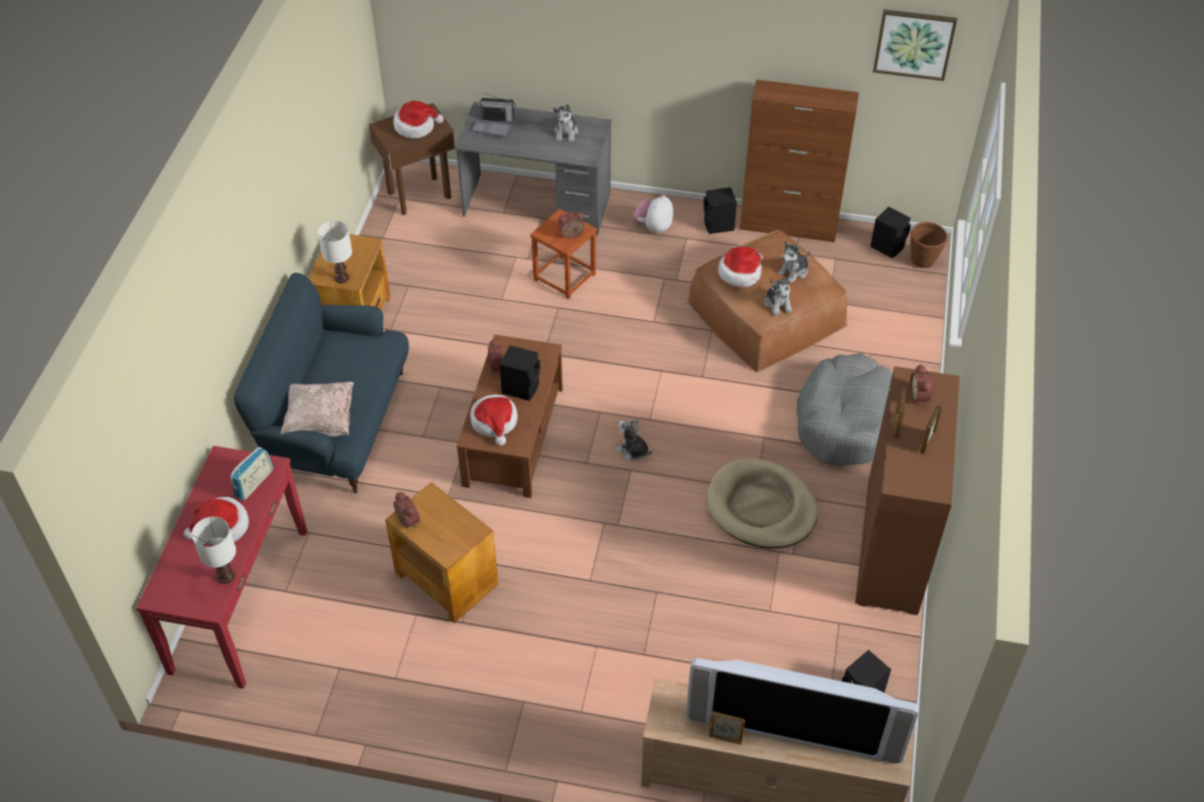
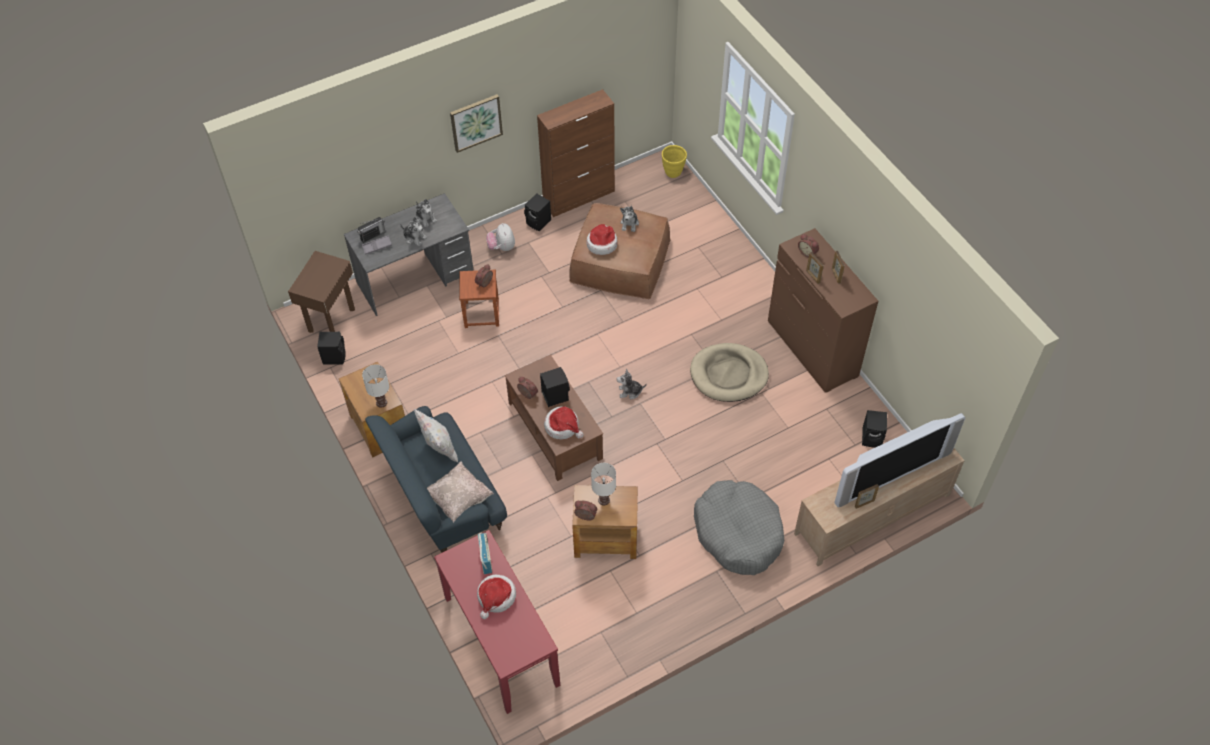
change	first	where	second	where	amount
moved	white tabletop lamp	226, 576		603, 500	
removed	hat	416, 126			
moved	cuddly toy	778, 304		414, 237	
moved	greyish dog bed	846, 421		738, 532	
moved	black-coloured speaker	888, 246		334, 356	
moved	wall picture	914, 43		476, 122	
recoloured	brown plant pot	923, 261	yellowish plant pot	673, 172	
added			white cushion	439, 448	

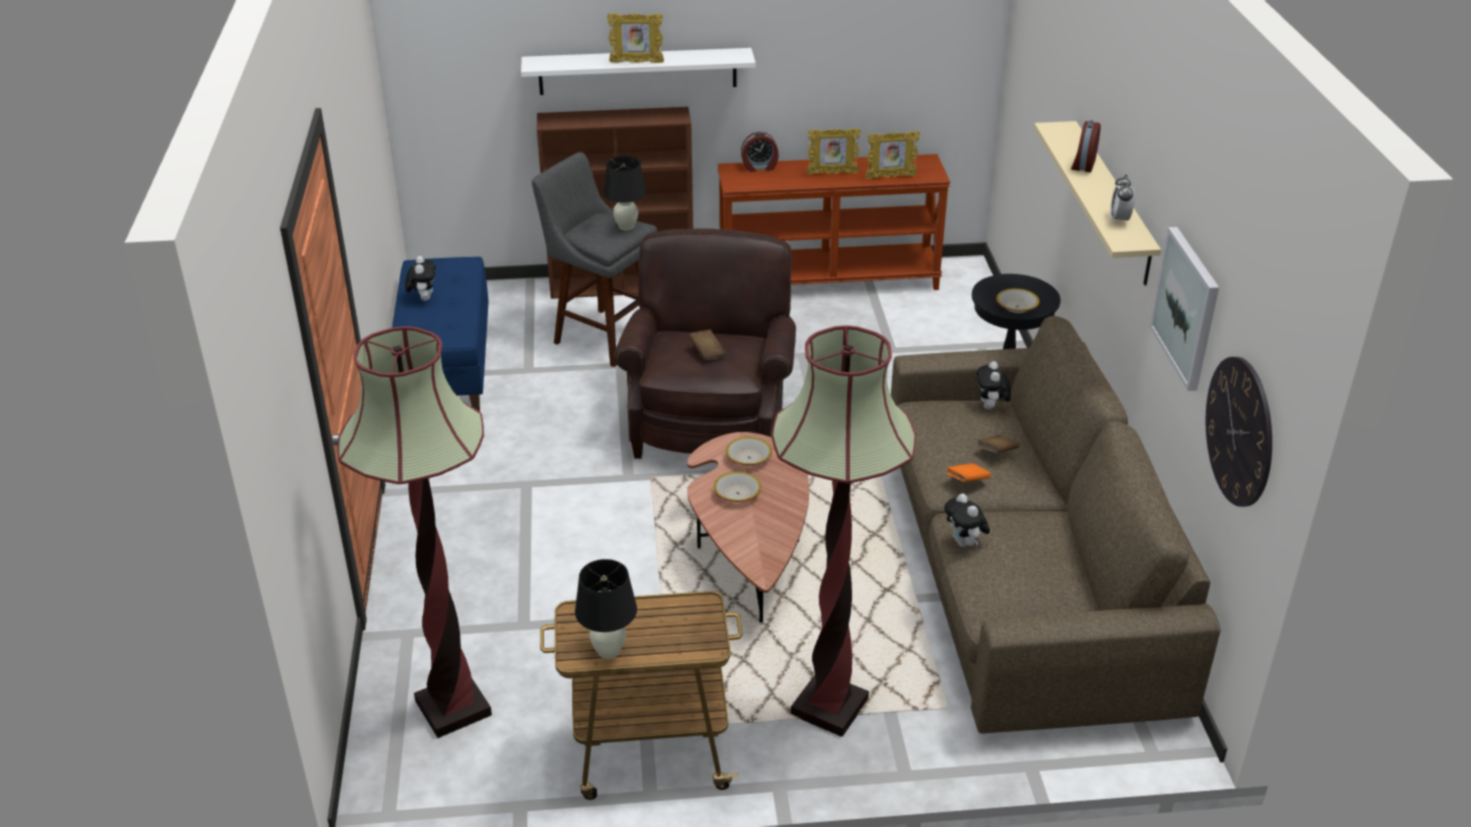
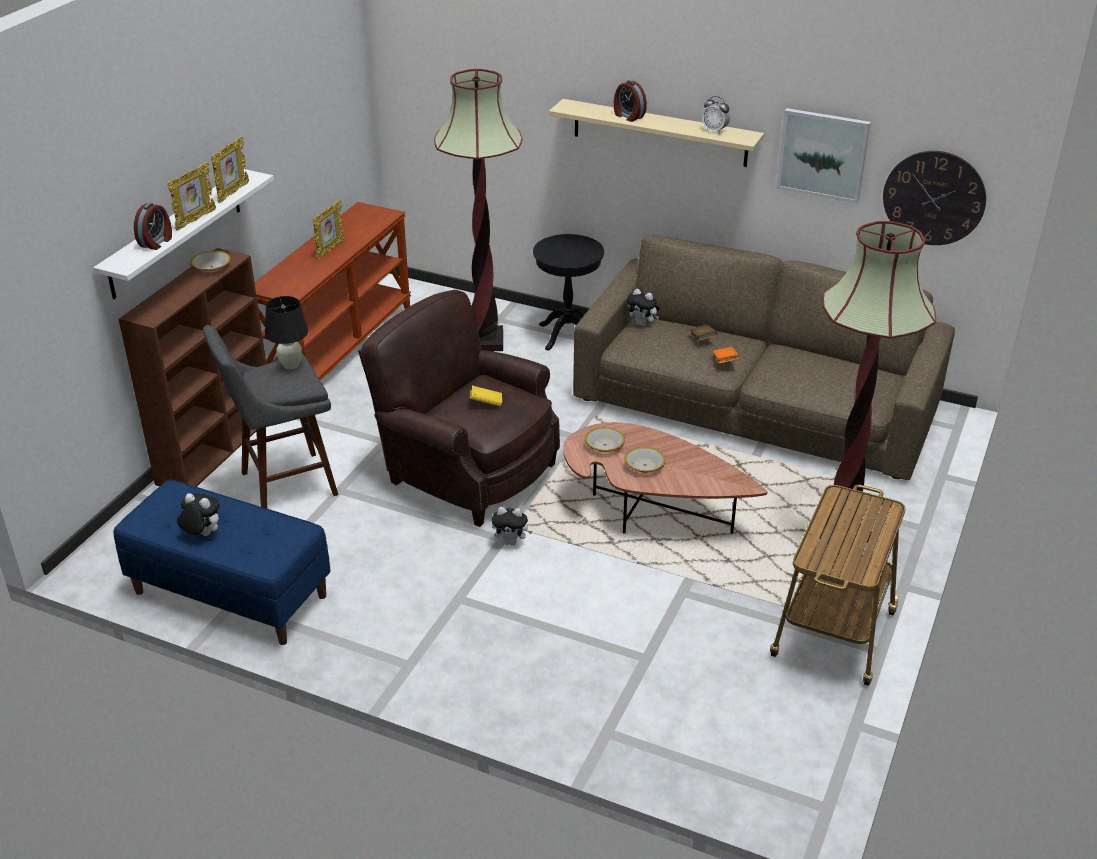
change	first	where	second	where	amount
moved	standard lamp	453, 708		484, 341	
removed	black-coloured tabletop lamp	608, 651			
recoloured	brown book	707, 353	yellowish book	486, 403	
moved	alarm clock	759, 167		156, 242	
moved	picture frame	890, 177		233, 193	
moved	cuddly toy	964, 543		511, 542	
moved	serving bowl	1017, 307		211, 267	

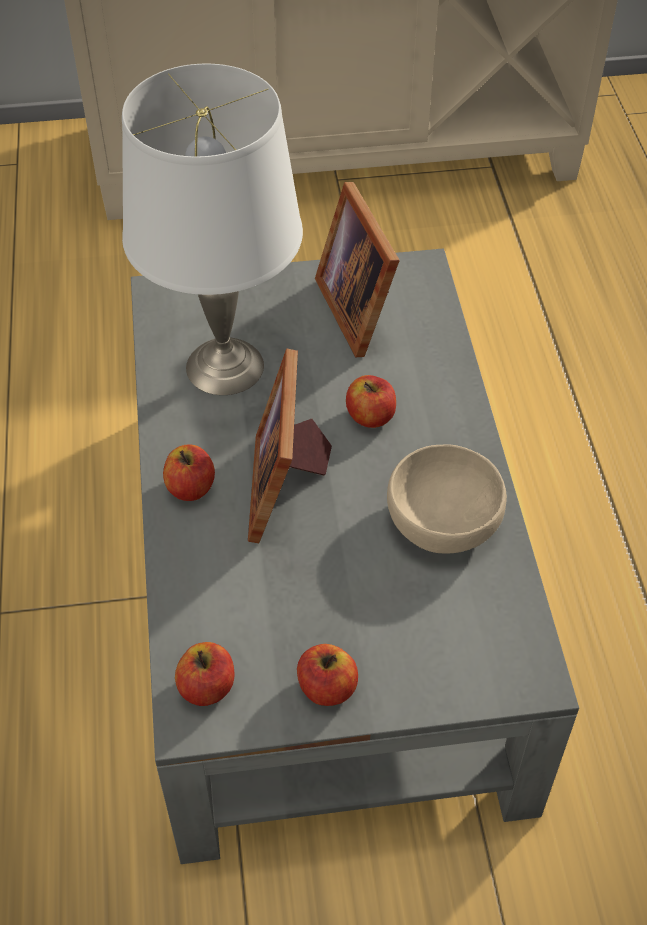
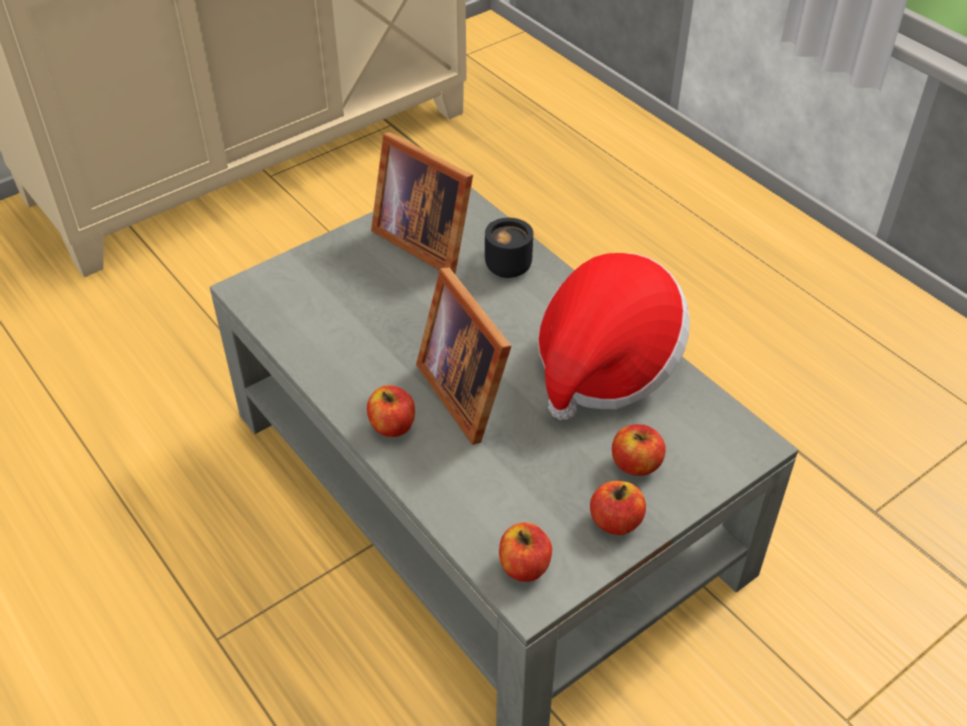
change	first	where	second	where	amount
removed	white tabletop lamp	224, 365			
moved	apple	370, 416		636, 464	
replaced	beige-coloured serving bowl	441, 520	hat	605, 366	
added			black-coloured mug	504, 264	

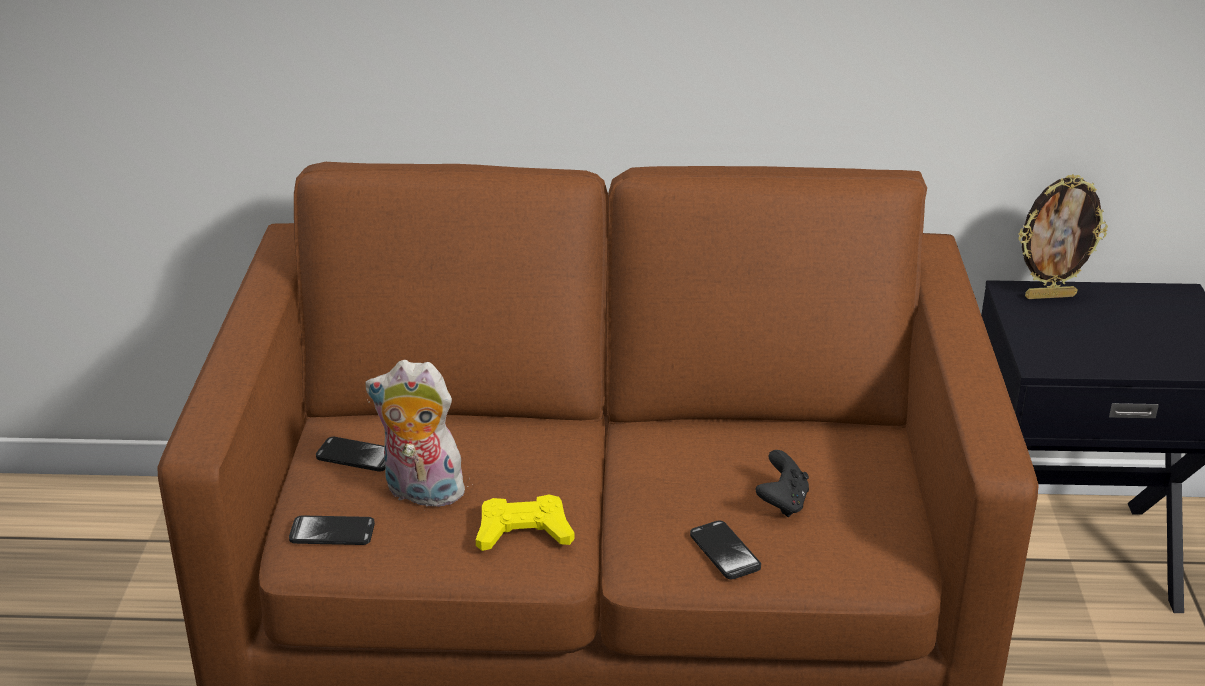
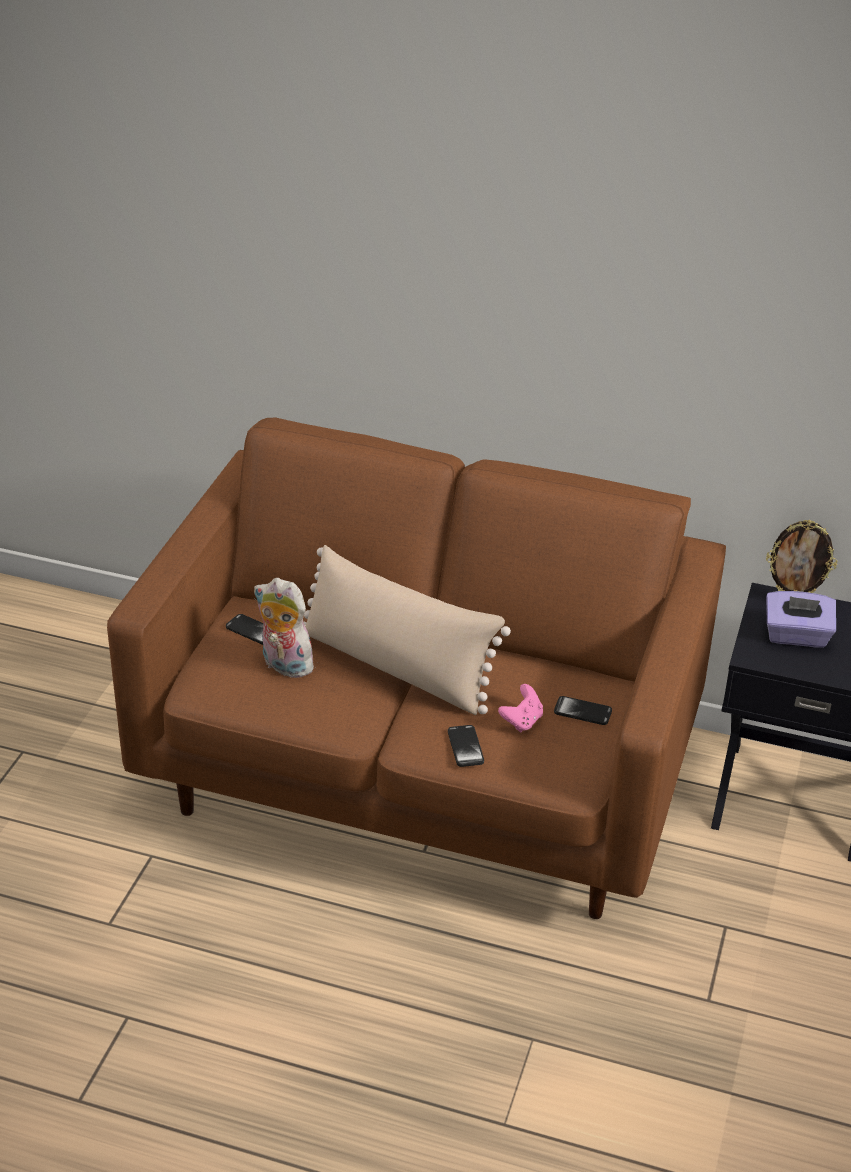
change	first	where	second	where	amount
moved	telephone	332, 532		582, 712	
removed	yellowish joypad	523, 532			
recoloured	black-coloured joypad	782, 502	pinkish joypad	522, 721	
added			beige-coloured cushion	396, 667	
added			purple-coloured tissue holder	796, 636	

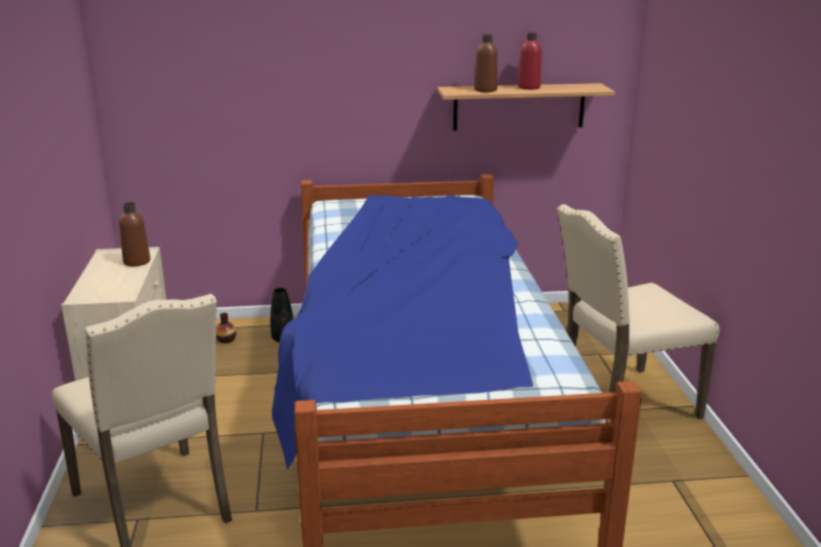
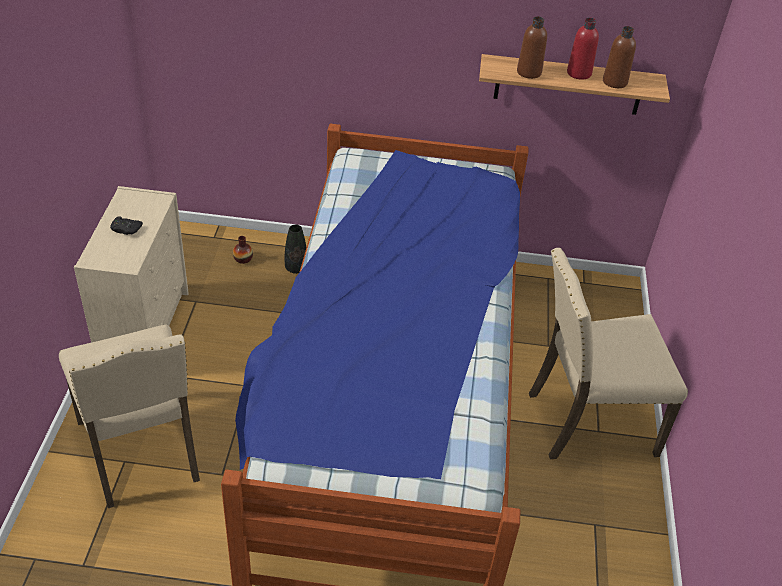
change	first	where	second	where	amount
moved	brown beverage bottle	137, 262		614, 82	
added			black-coloured joypad	126, 229	

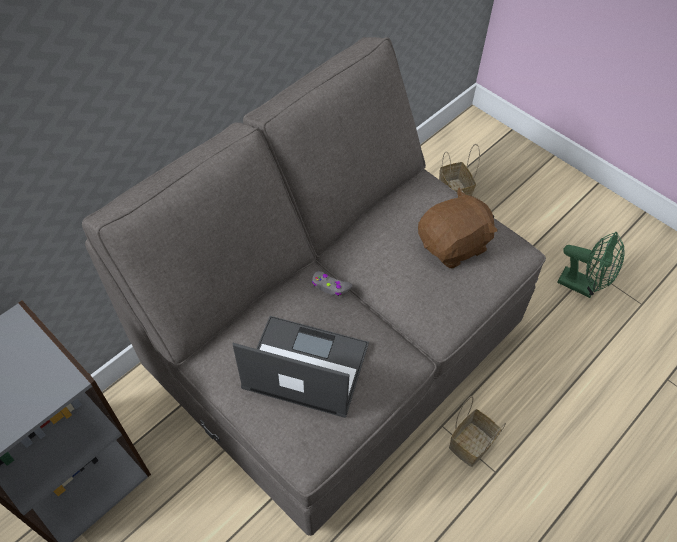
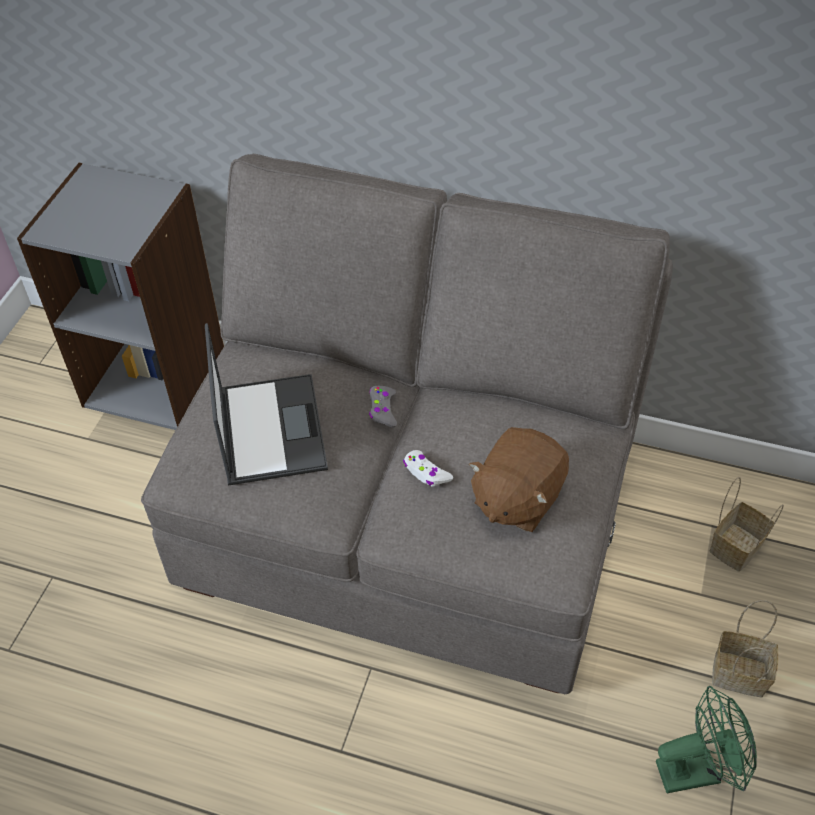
change	first	where	second	where	amount
turned	brown cuddly toy	453, 245		516, 498	90 degrees clockwise
moved	storage basket	471, 442		741, 673	
turned	green-coloured electric fan	583, 286		697, 770	105 degrees counterclockwise
added			white joypad	426, 473	

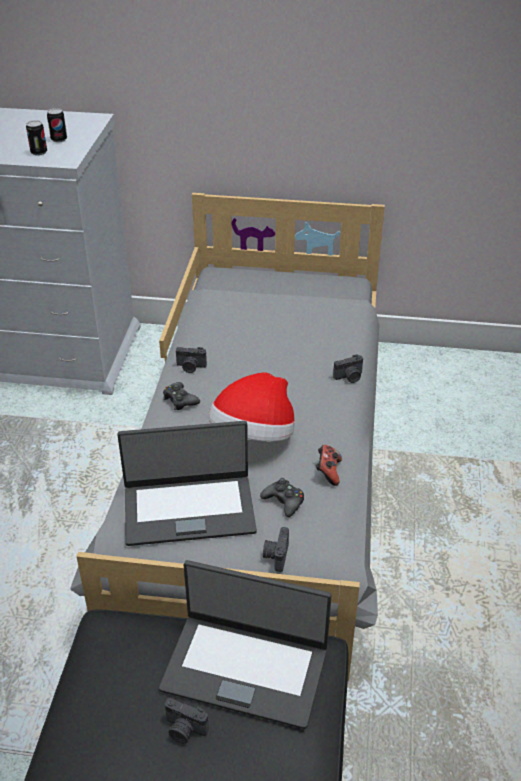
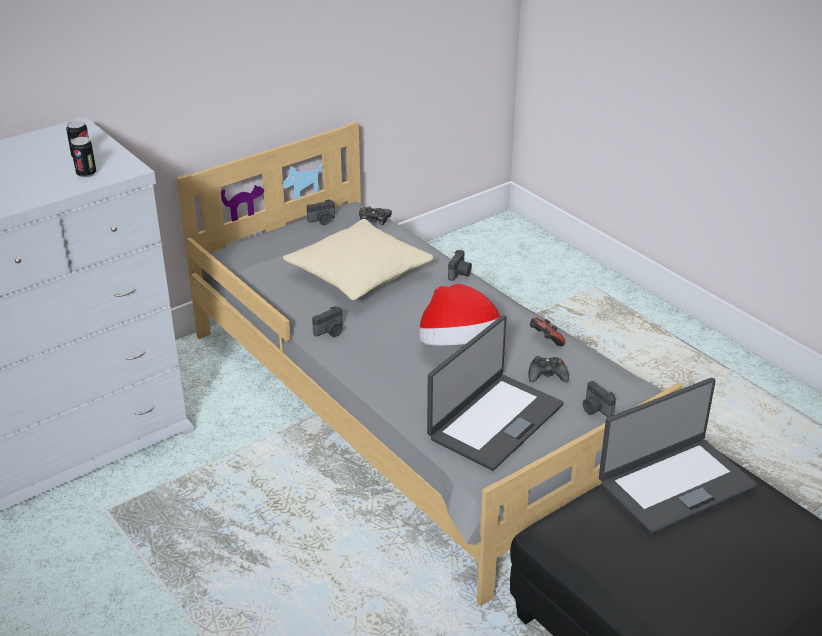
change	first	where	second	where	amount
moved	black-coloured joypad	180, 400		374, 219	
moved	still camera	184, 730		322, 220	
added			beige-coloured cushion	359, 274	

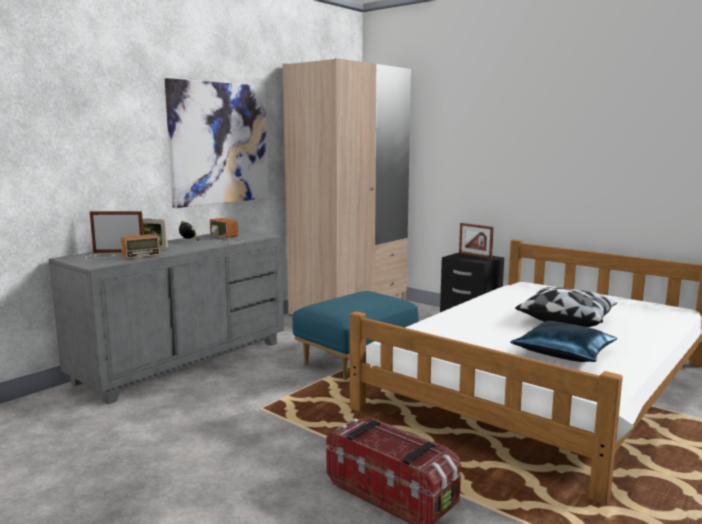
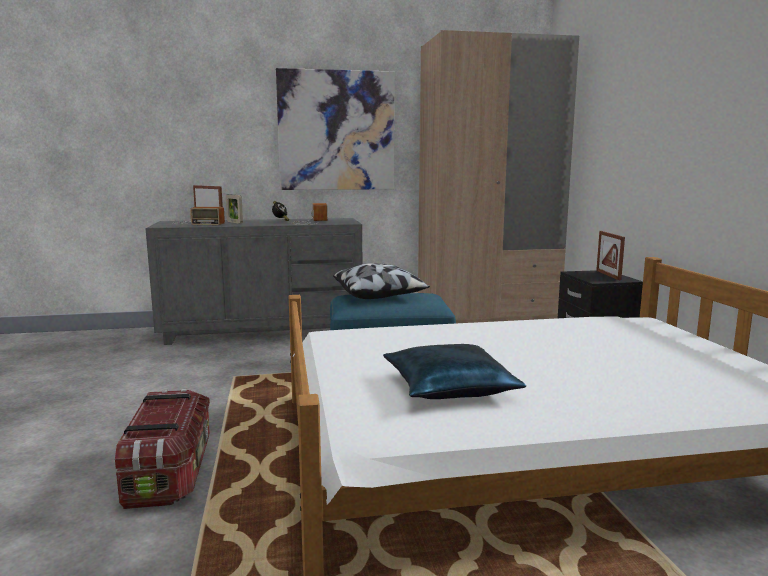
change	first	where	second	where	amount
moved	cushion	566, 320		380, 296	

